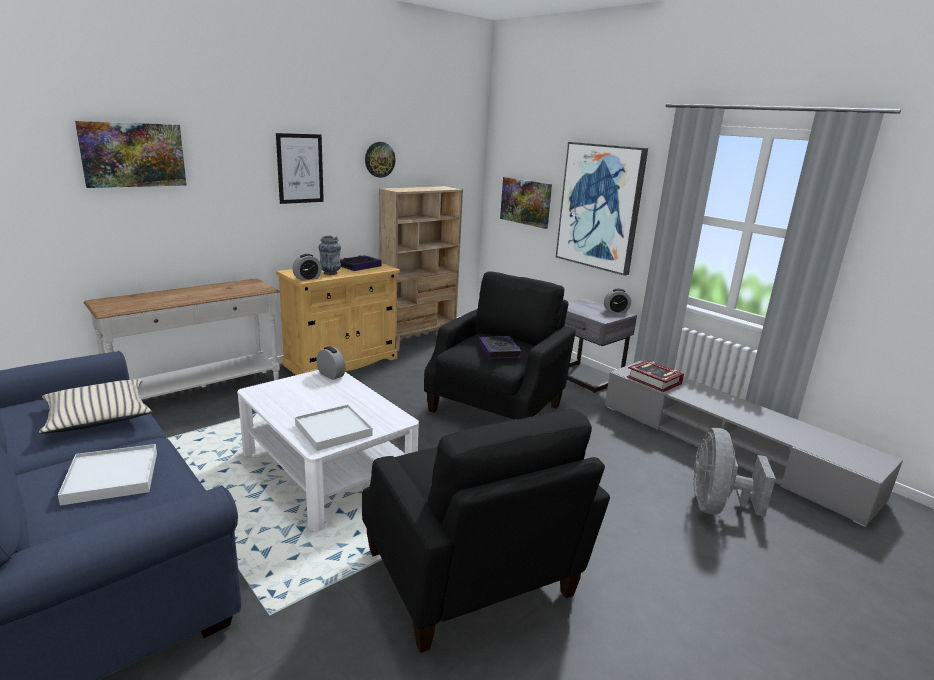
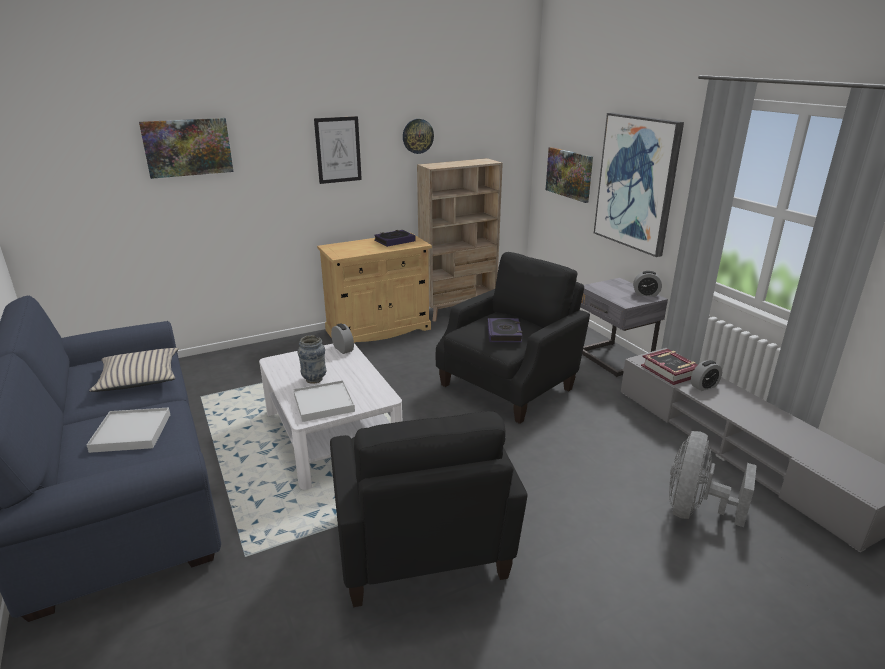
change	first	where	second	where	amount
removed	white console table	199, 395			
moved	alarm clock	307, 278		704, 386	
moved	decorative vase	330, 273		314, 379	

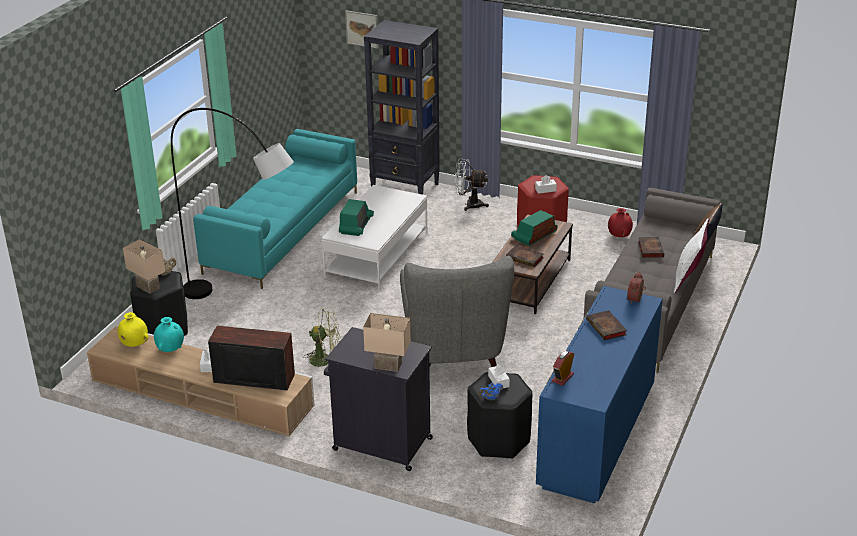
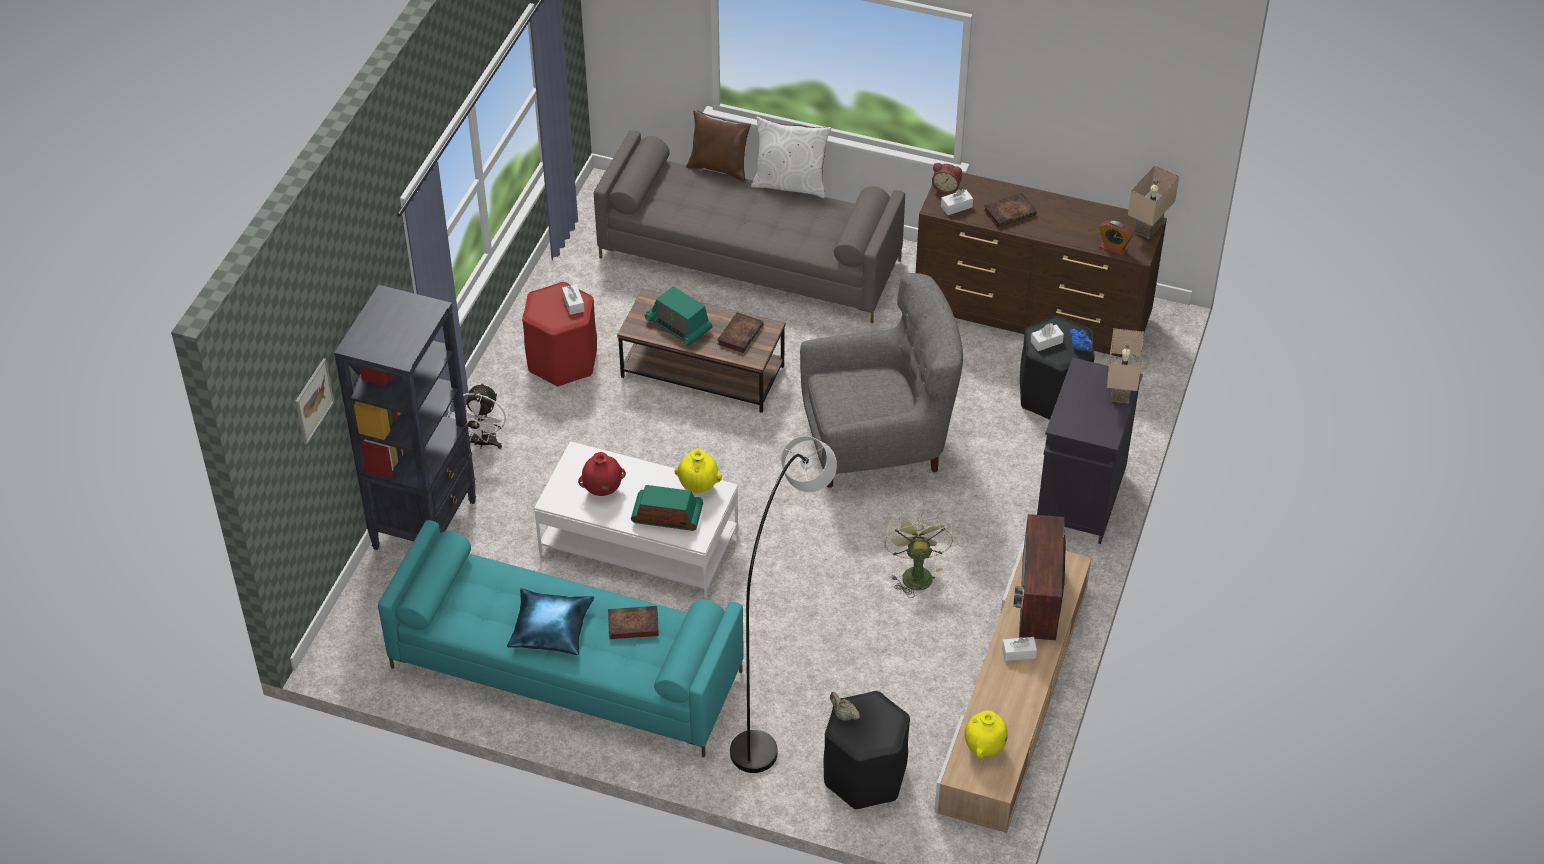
change	first	where	second	where	amount
moved	beige-coloured tabletop lamp	149, 287		1147, 227	
removed	turquoise decorative vase	170, 349			
recoloured	blue-coloured drawer chest	596, 438	brown drawer chest	1033, 315	
moved	red-coloured decorative vase	619, 236		602, 490	
moved	book	650, 249		632, 625	
added			blue-coloured cushion	550, 628	
added			yellowish decorative vase	698, 487	
added			white tissue holder	956, 207	

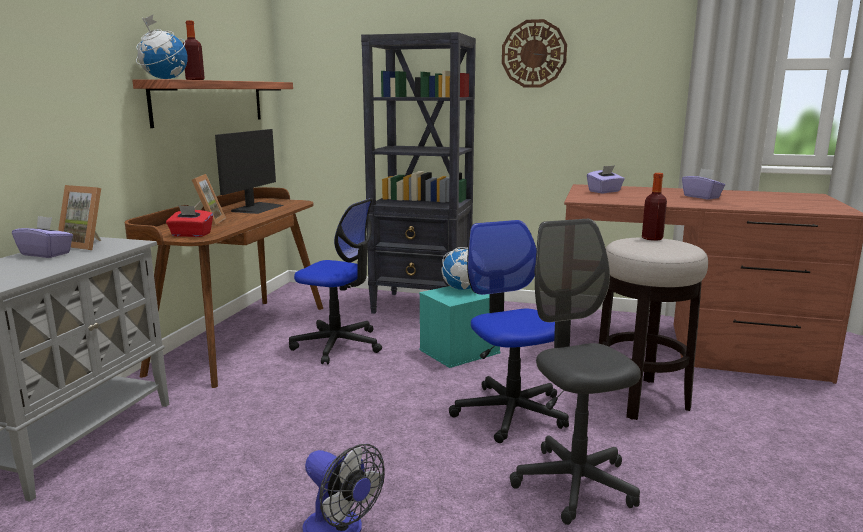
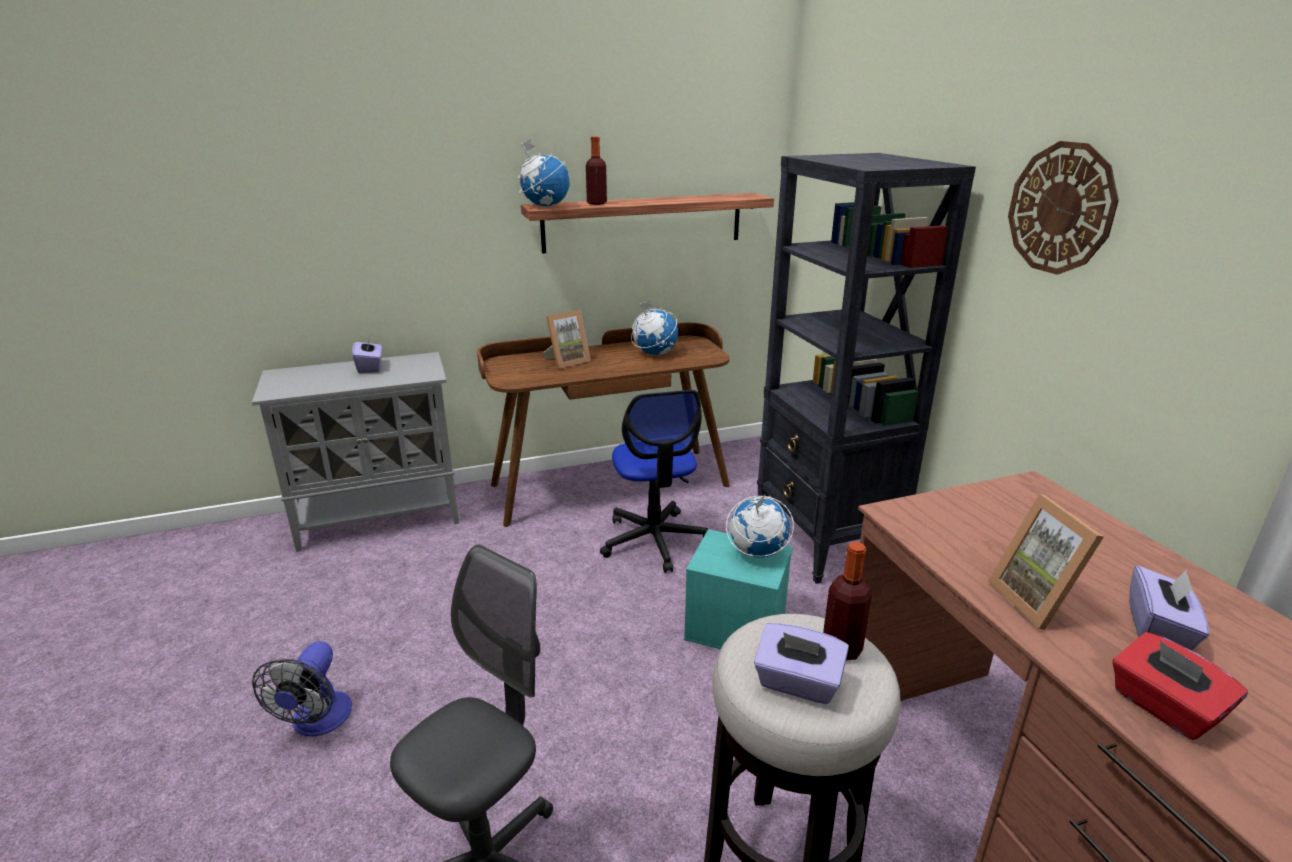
change	first	where	second	where	amount
moved	picture frame	87, 245		1038, 601	
moved	red-coloured tissue holder	191, 235		1163, 707	
replaced	monitor	257, 208	globe	654, 353	
removed	computer chair	510, 412			
moved	purple-coloured tissue holder	604, 191		797, 683	

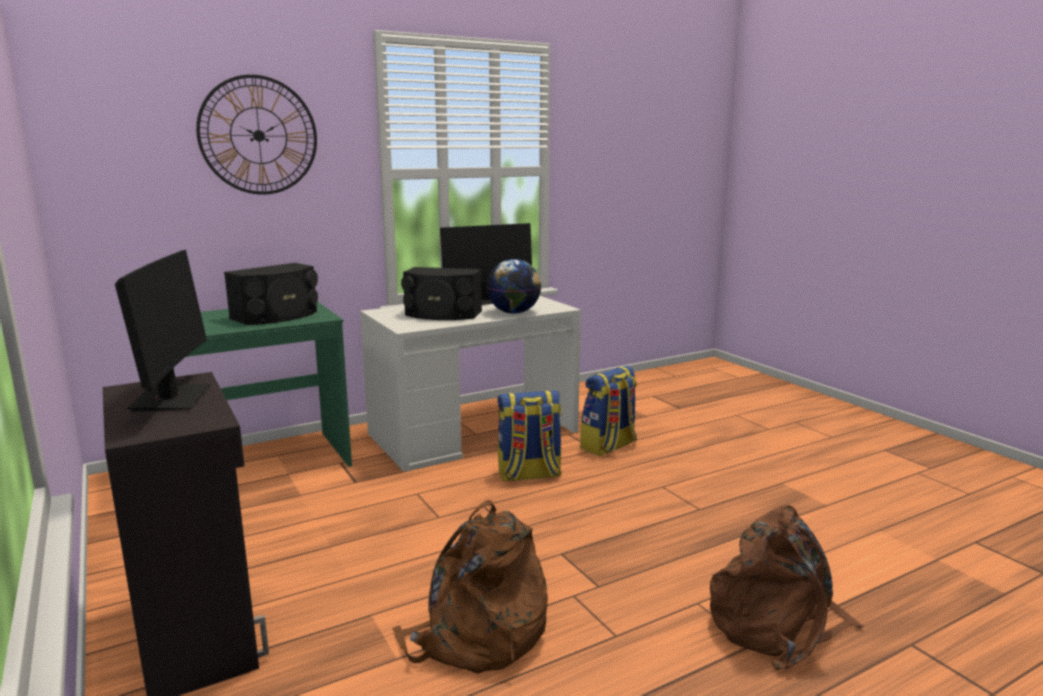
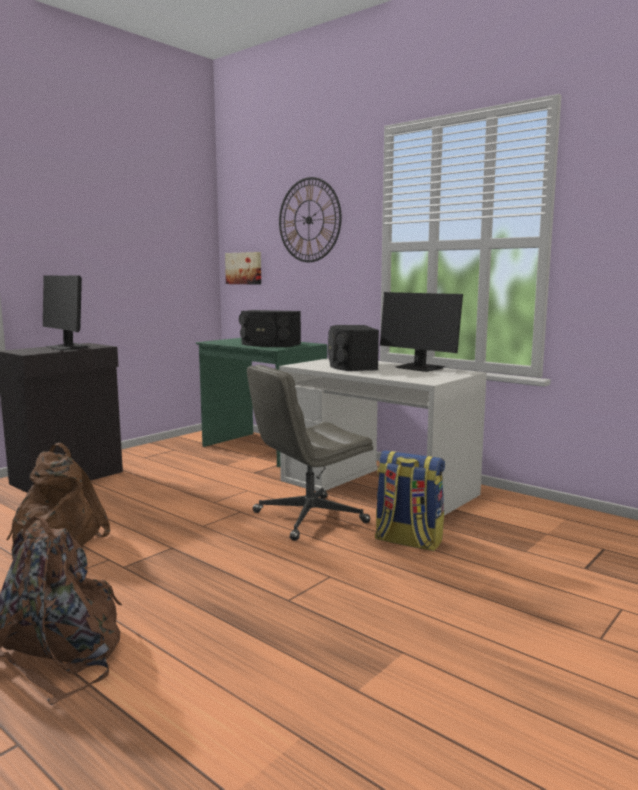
change	first	where	second	where	amount
turned	monitor	171, 398		67, 347	75 degrees clockwise
removed	globe	514, 313			
replaced	backpack	528, 475	greyish computer chair	308, 518	
added			wall picture	244, 268	

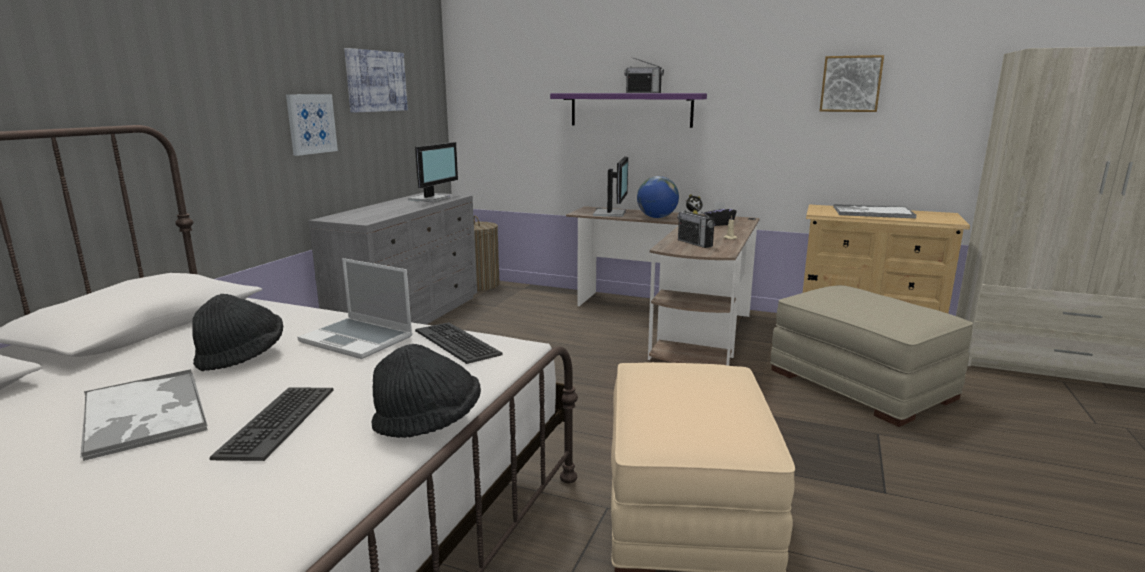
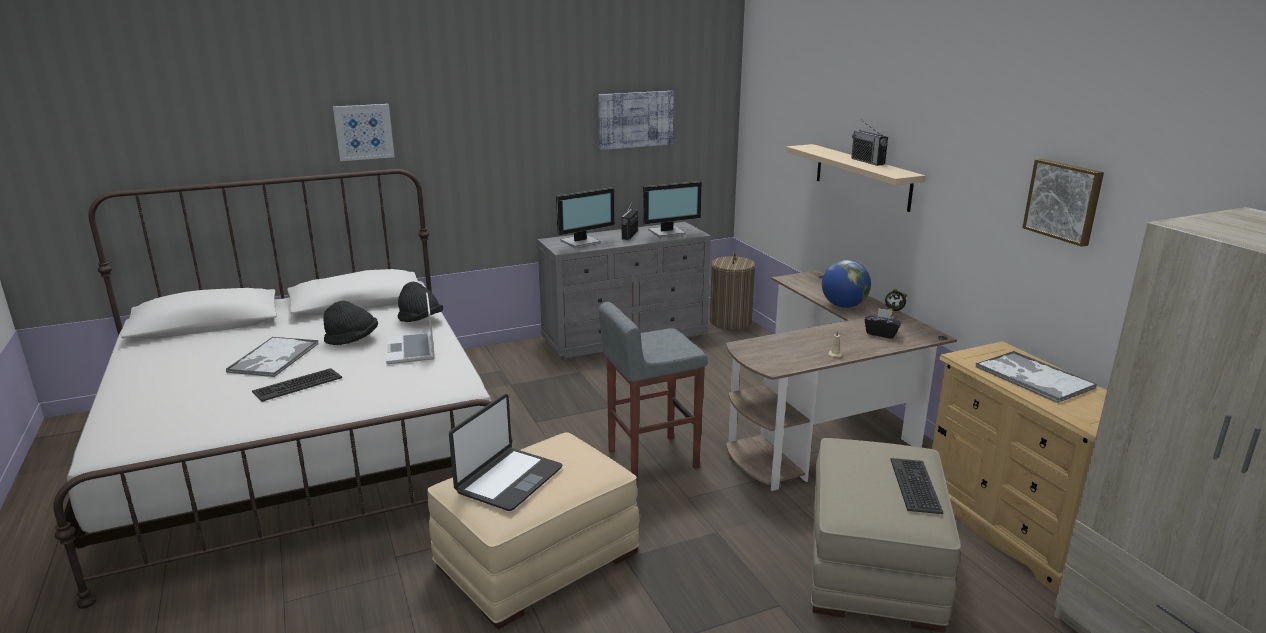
change	first	where	second	where	amount
moved	wall picture	311, 124		364, 132	
moved	black-coloured hat	429, 423		420, 320	
moved	keyboard	458, 343		916, 486	
recoloured	purple-coloured shelf	630, 110	beige-coloured shelf	862, 176	
moved	monitor	611, 213		581, 242	
moved	radio receiver	694, 243		629, 235	
added			notebook computer	508, 480	
added			greyish stool seat	651, 459	

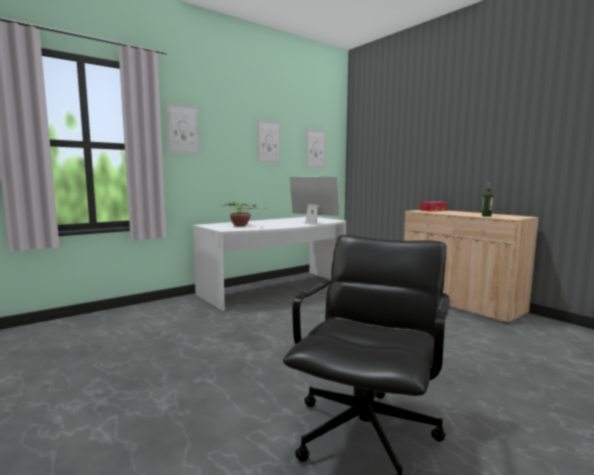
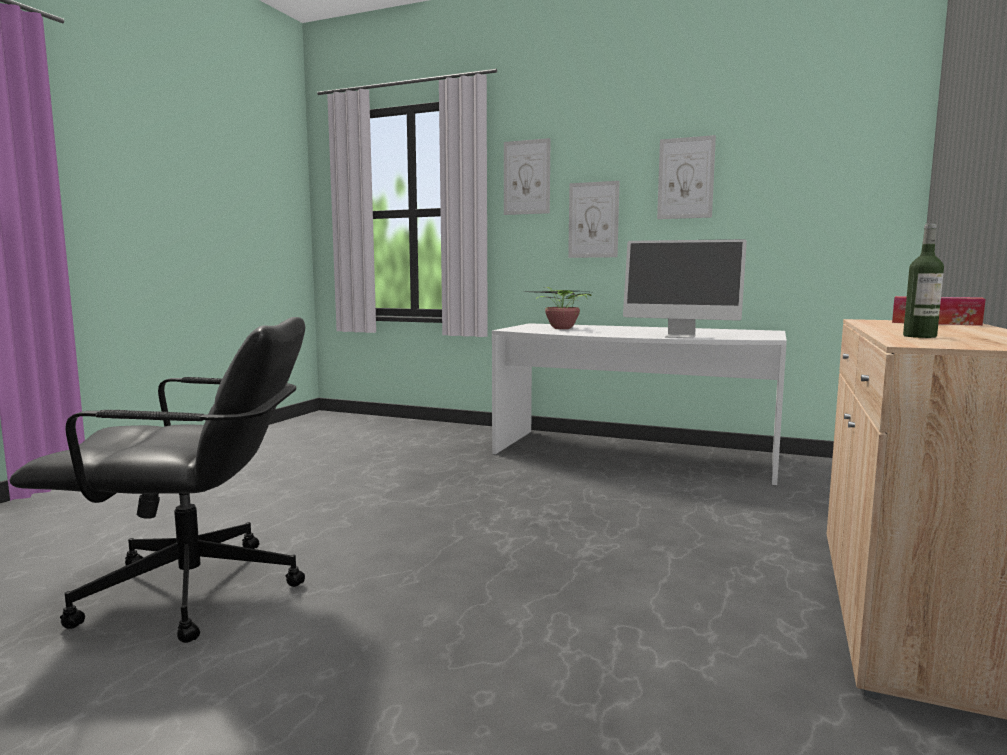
change	first	where	second	where	amount
turned	monitor	313, 223		680, 336	105 degrees clockwise
moved	wall picture	315, 148		593, 220	

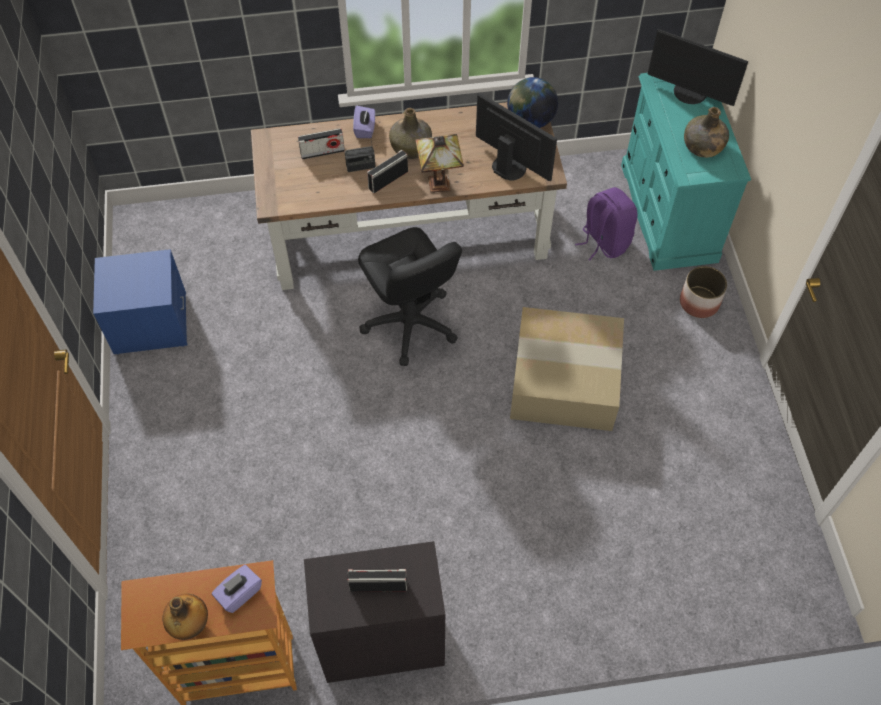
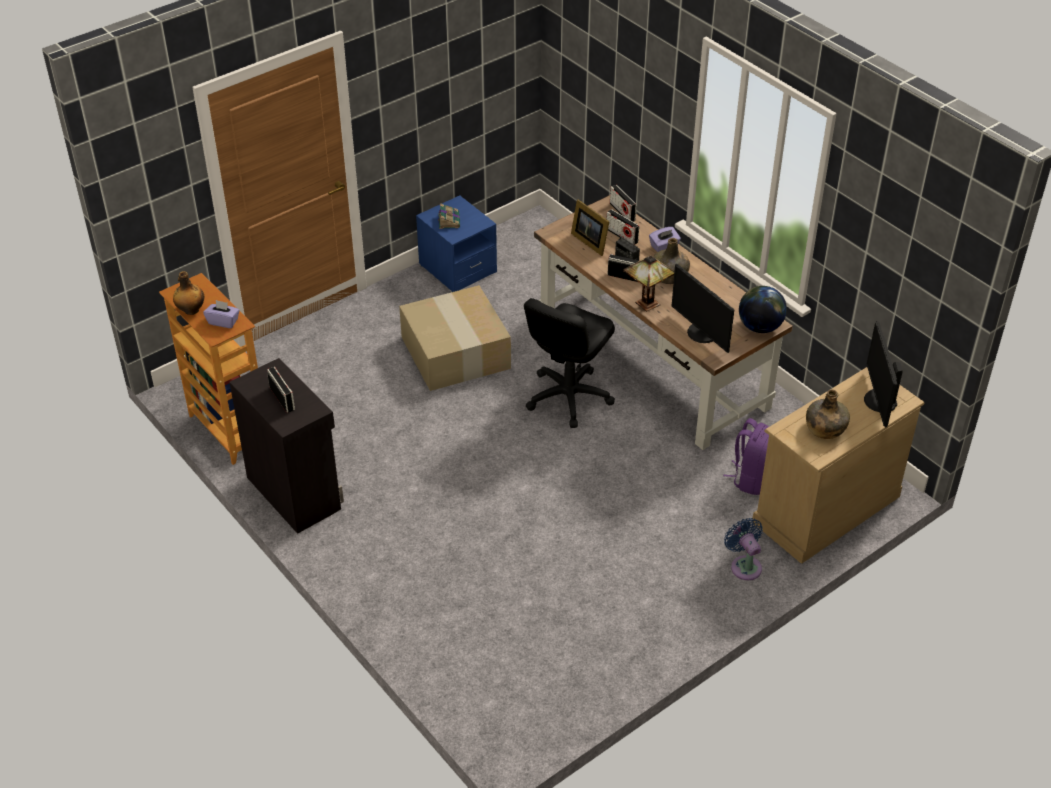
change	first	where	second	where	amount
turned	monitor	510, 166		701, 333	135 degrees clockwise
moved	packing box	566, 379		457, 353	
recoloured	turquoise drawer chest	668, 213	beige-coloured drawer chest	825, 509	
replaced	plant pot	699, 302	blue-coloured electric fan	744, 565	
added			book	449, 220	
added			picture frame	590, 241	
added			radio receiver	622, 212	

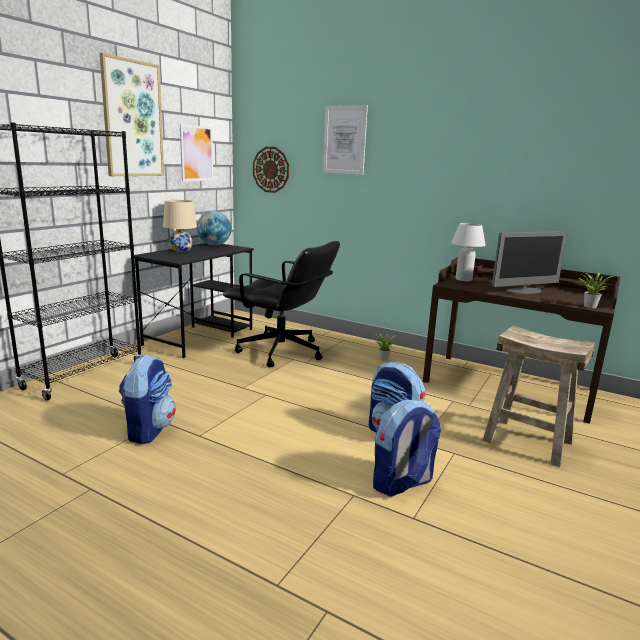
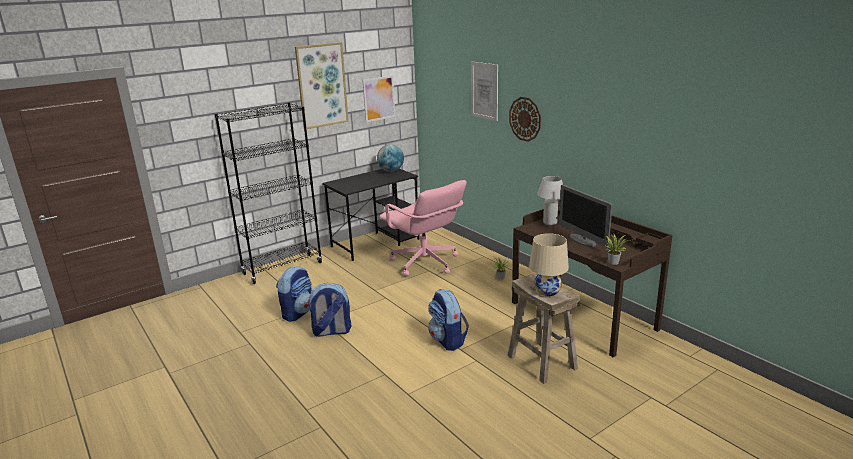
change	first	where	second	where	amount
moved	beige-coloured tabletop lamp	181, 250		547, 291	
recoloured	black-coloured computer chair	281, 352	pinkish computer chair	425, 263	
moved	clock on the wall	271, 169		525, 119	
moved	backpack	402, 484		331, 331	
turned	monitor	524, 291		582, 240	60 degrees clockwise

